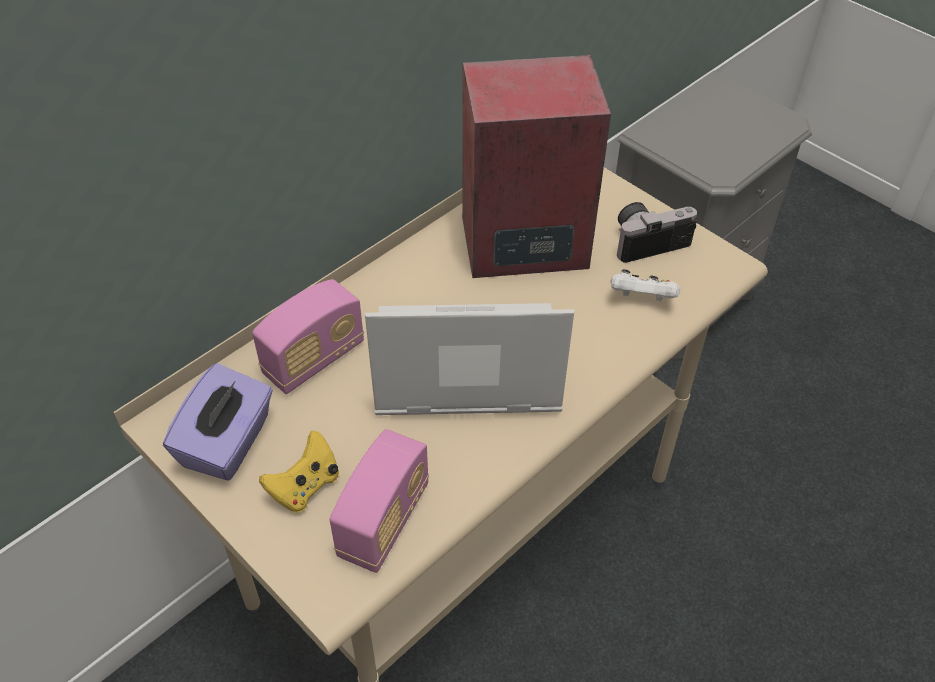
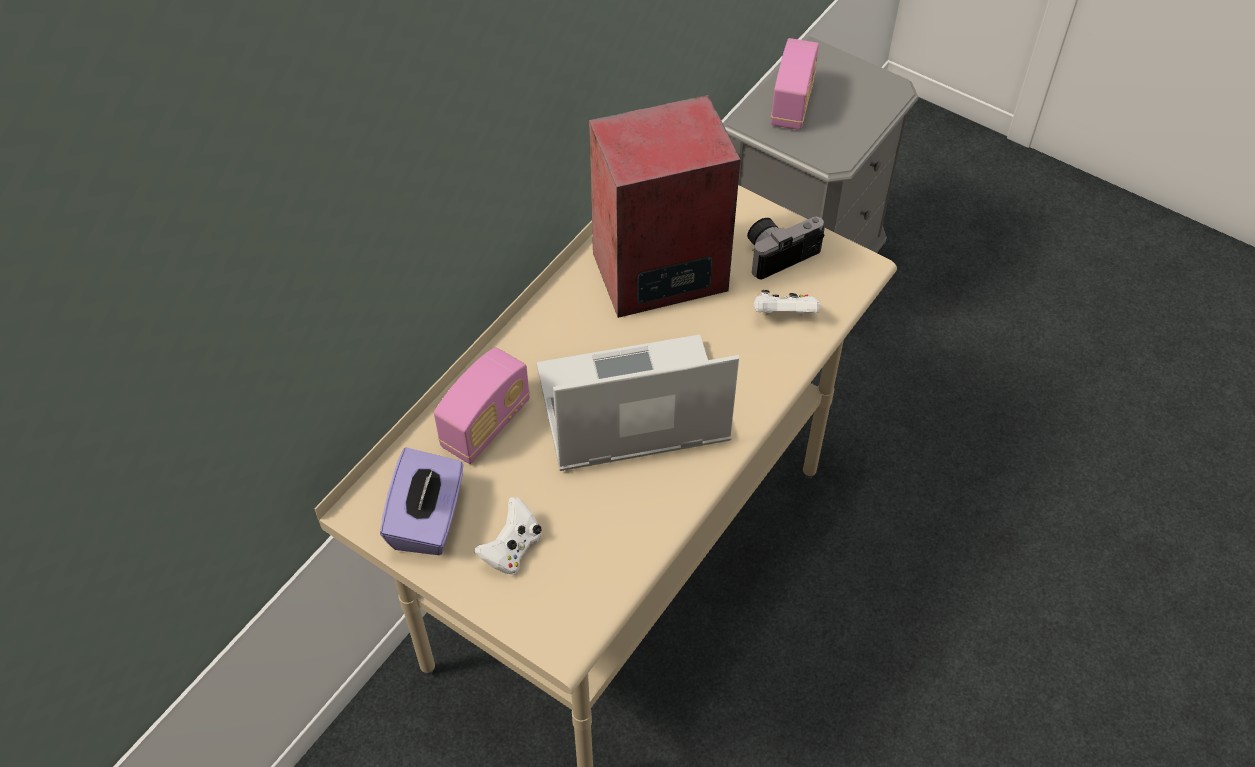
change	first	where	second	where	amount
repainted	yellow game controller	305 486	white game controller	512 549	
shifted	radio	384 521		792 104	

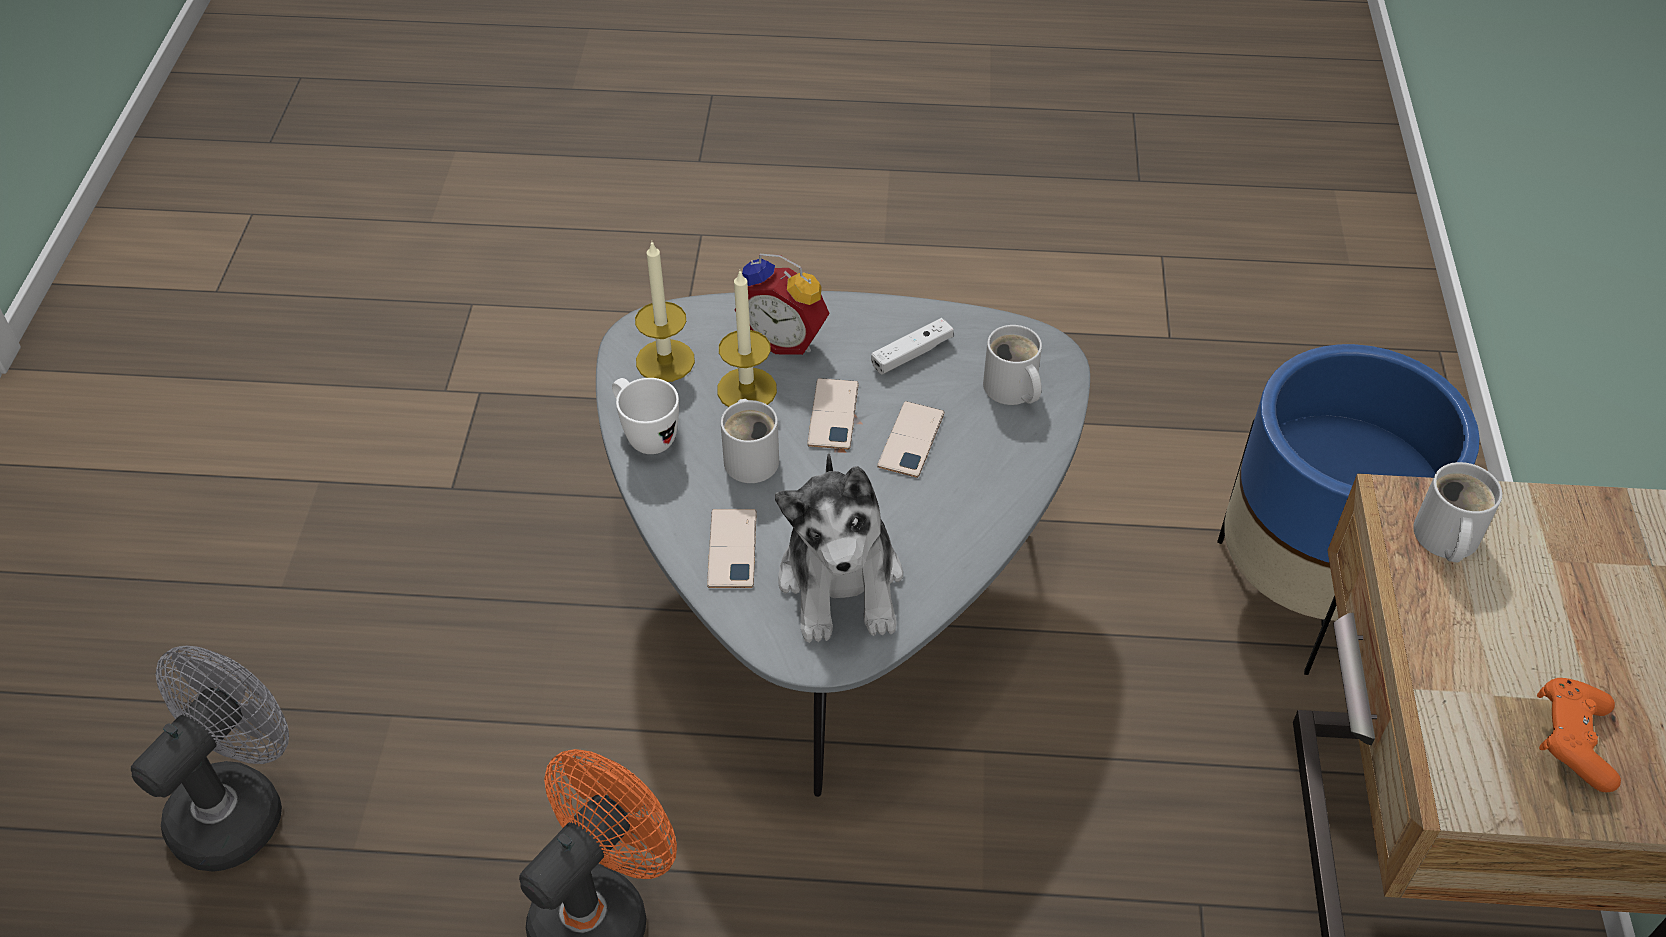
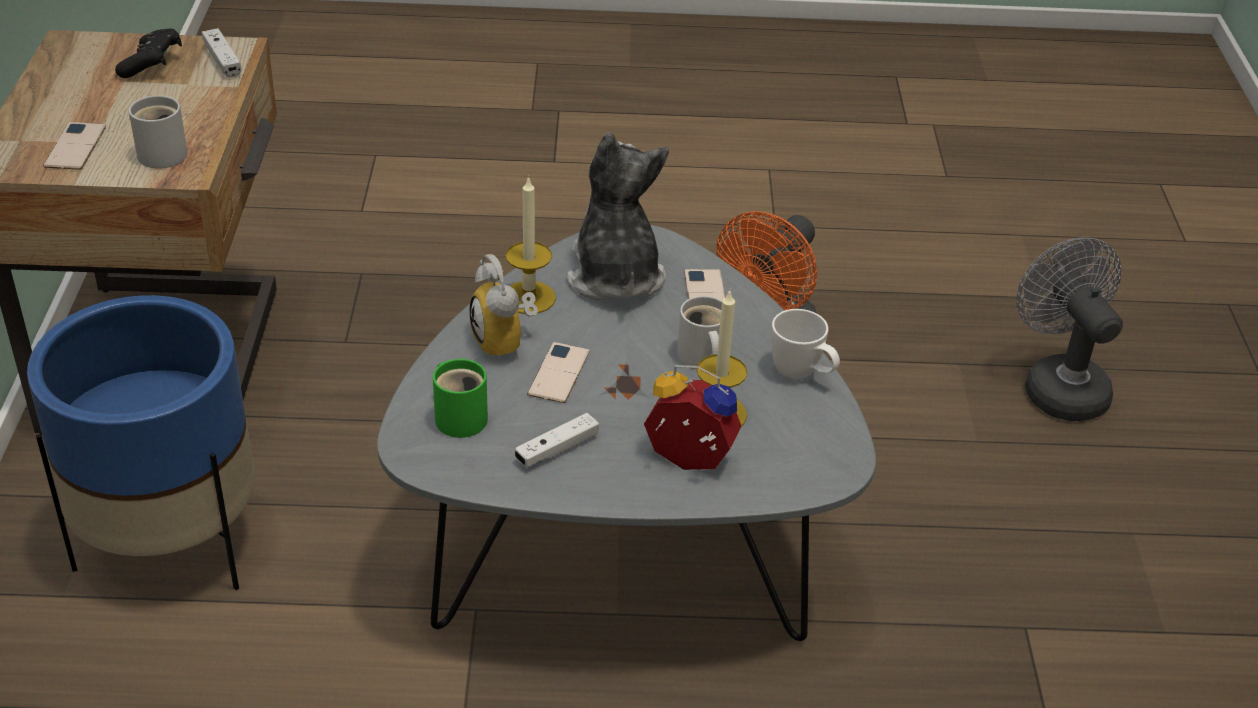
change	first	where	second	where	amount
shifted	phone	833 414		75 147	
repainted	orange game controller	1570 742	black game controller	152 65	
new			white game controller	222 60	
repainted	white mug	1011 390	green mug	460 416	
new			alarm clock	507 343	
shifted	candle	665 361		529 297	
rotated	grey fan	239 805		1058 385	135 degrees clockwise

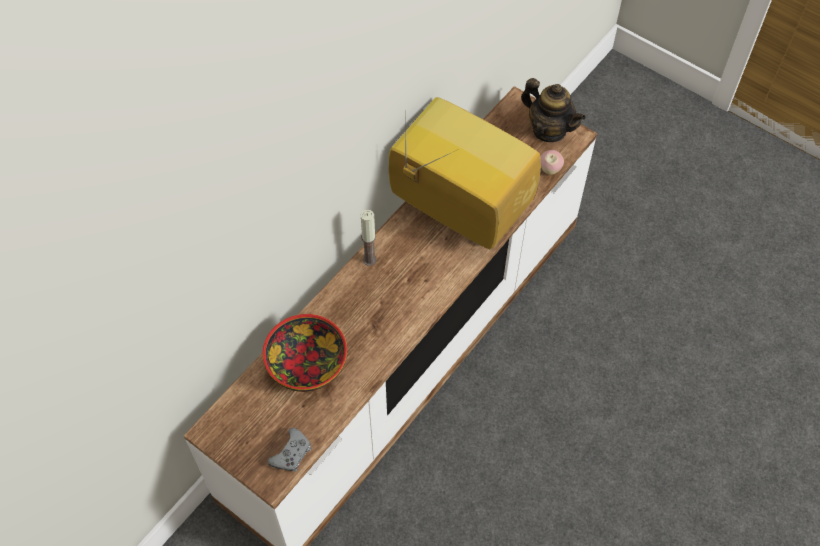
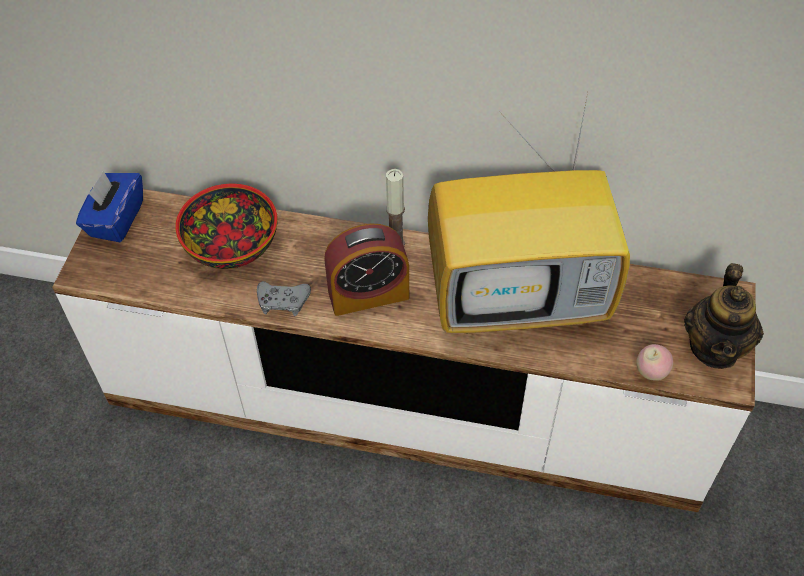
change	first	where	second	where	amount
new			blue tissue box	116 219	
shifted	grey game controller	291 454		283 301	
new			alarm clock	368 294	
rotated	television	457 209		521 297	75 degrees clockwise

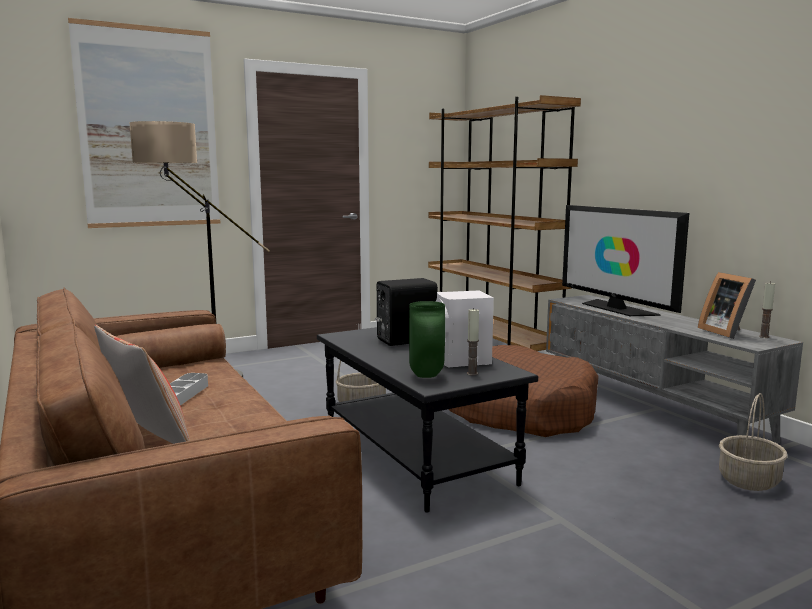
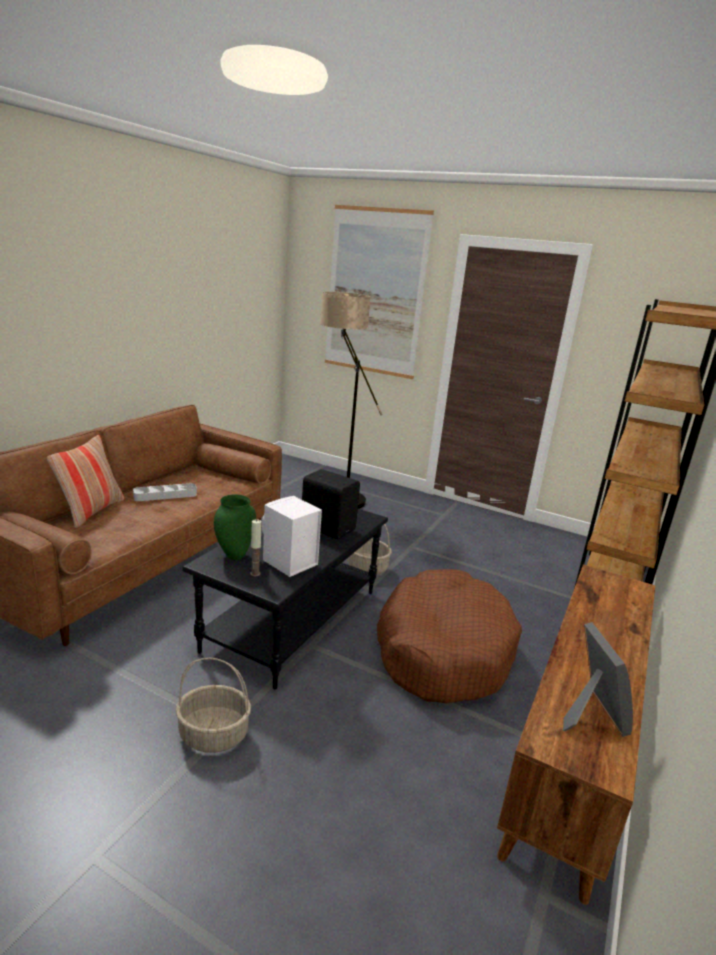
change	first	where	second	where	amount
shifted	basket	749 480		213 735	
repainted	grey tv stand	651 406	brown tv stand	573 749	
rotated	picture frame	726 332		590 714	135 degrees clockwise
gone	television	616 308			
gone	candle	764 337			

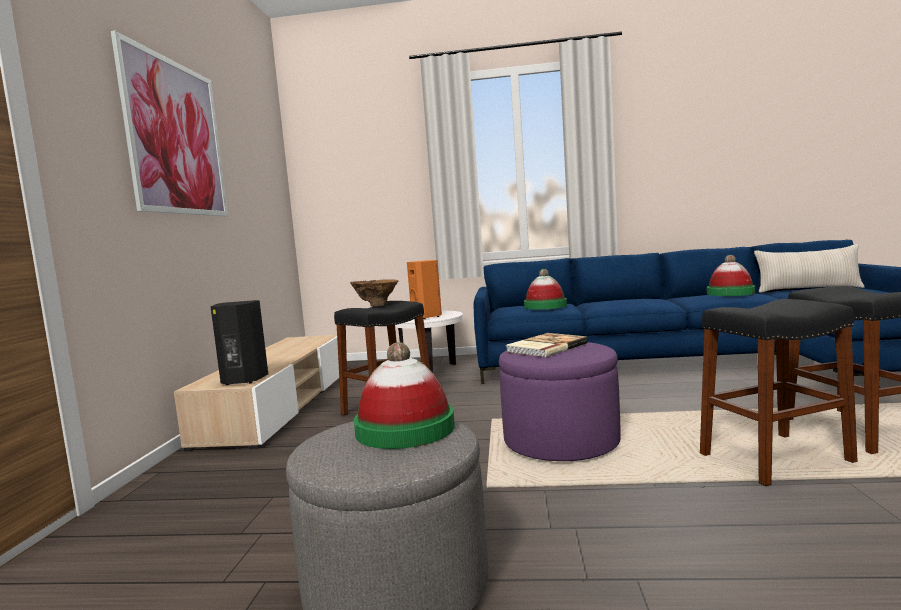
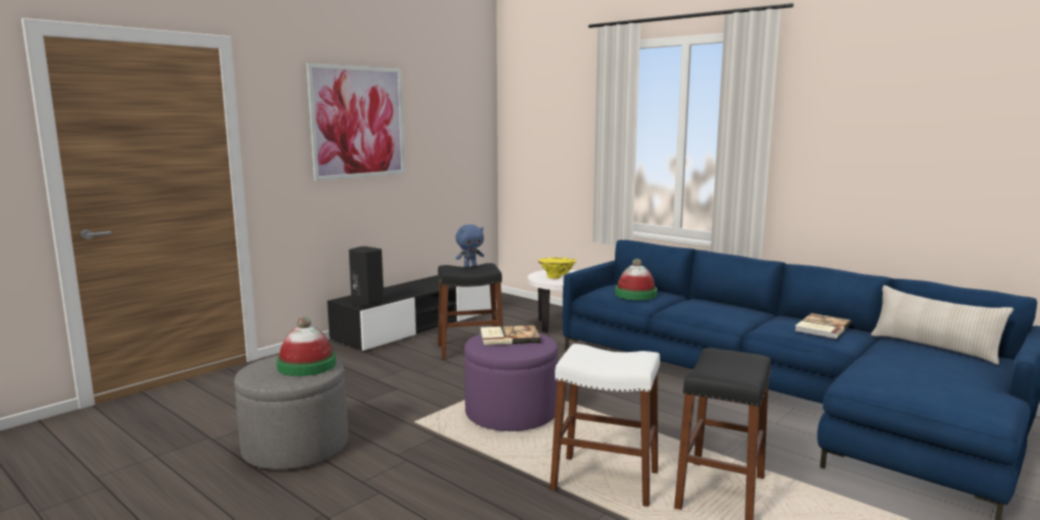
change	first	where	second	where	amount
repainted	beige tv stand	280 405	black tv stand	420 325	
swapped	brown vase	376 305	blue plush toy	470 266	
swapped	orange speaker	427 317	yellow vase	557 278	
repainted	black stool	775 458	white stool	605 480	
swapped	hat	730 293	book	821 328	

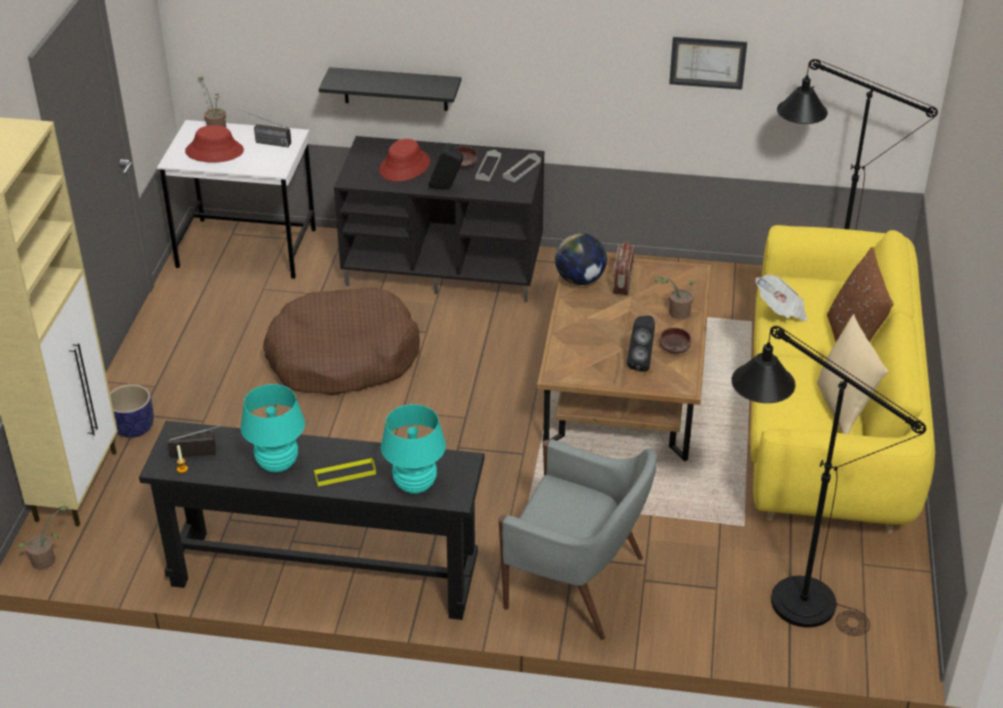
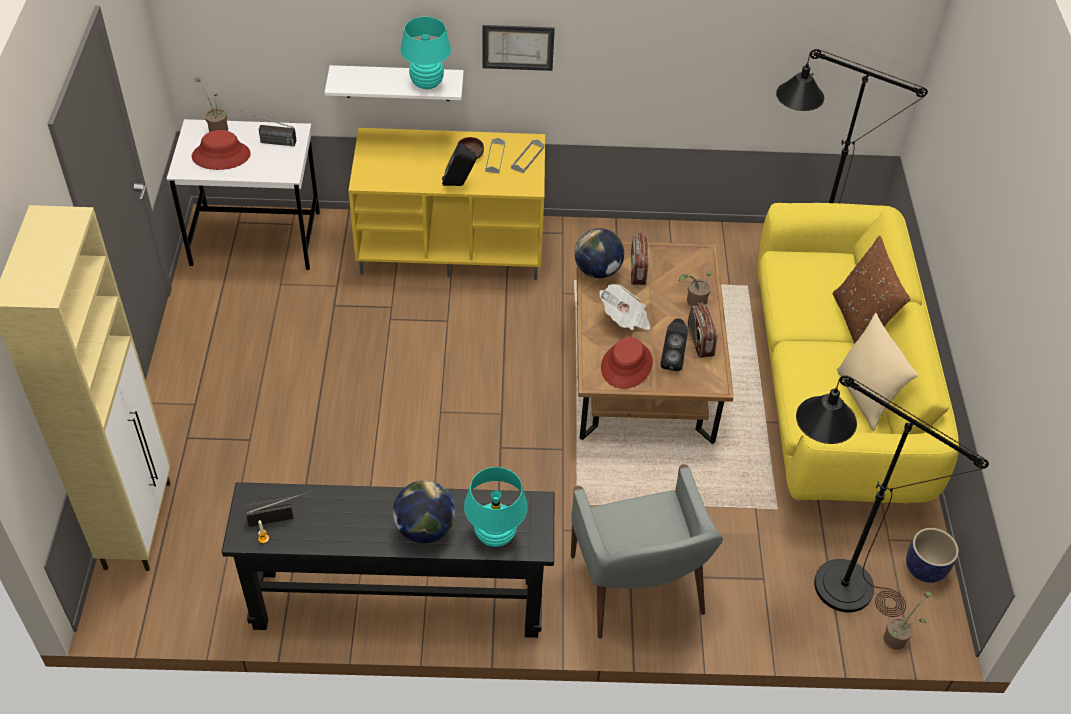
change	first	where	second	where	amount
repainted	black shelf	395 89	white shelf	397 83	
repainted	black tv stand	445 267	yellow tv stand	452 246	
swapped	yellow tray	345 474	globe	425 529	
shifted	turquoise table lamp	277 464		427 84	
shifted	picture	707 62		518 47	
rotated	grey armchair	577 584		637 587	60 degrees clockwise
shifted	newspaper	781 310		624 318	
shifted	red hat	405 166		627 365	
swapped	brown bowl	675 348	radio	699 341	
shifted	potted plant	47 560		897 638	
shifted	planter	134 428		925 569	
gone	brown dog bed	342 358			

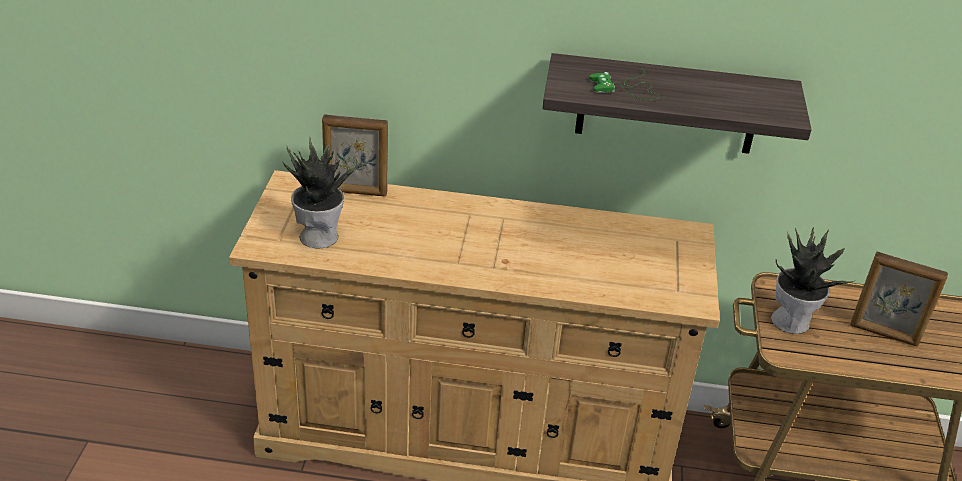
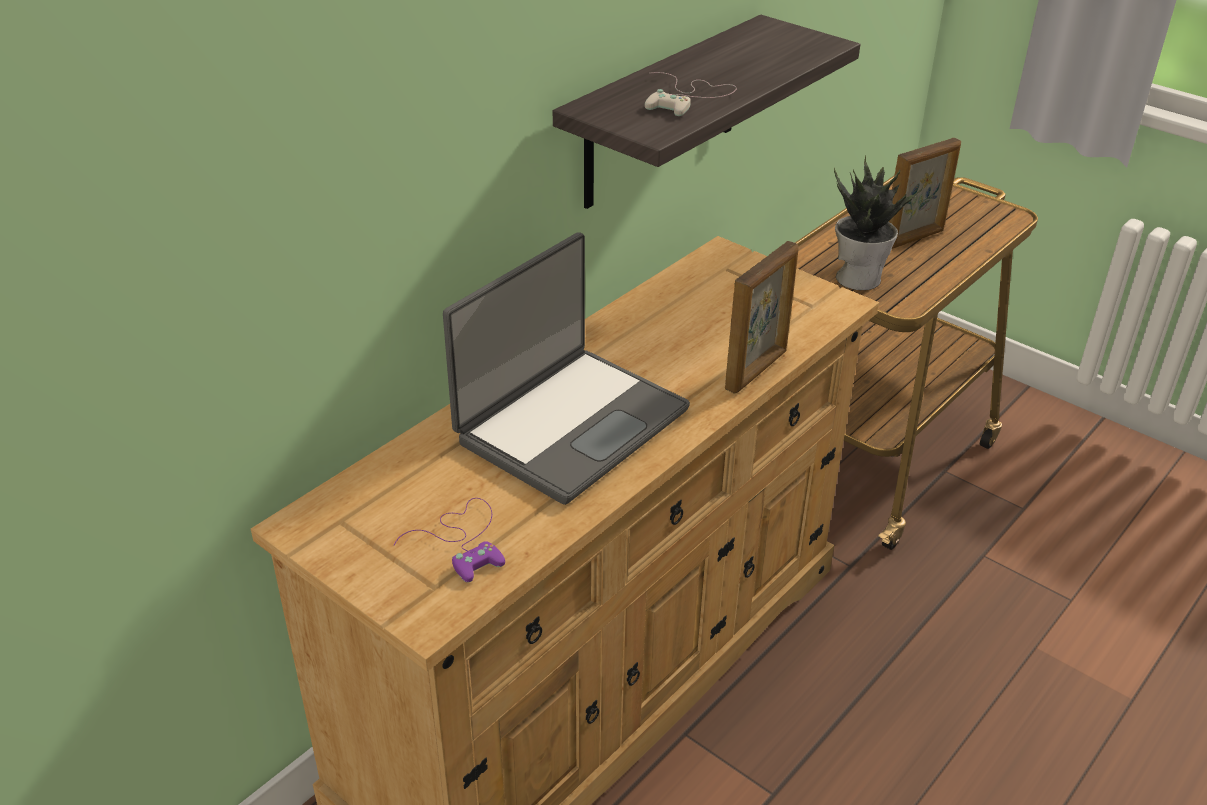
change	first	where	second	where	amount
swapped	potted plant	320 235	purple game controller	464 540	
new			laptop	570 424	
repainted	green game controller	626 88	white game controller	688 97	
shifted	picture frame	355 192		757 370	

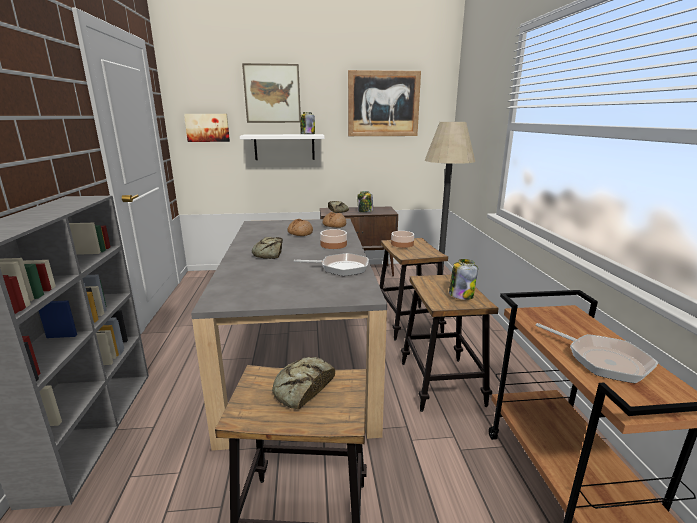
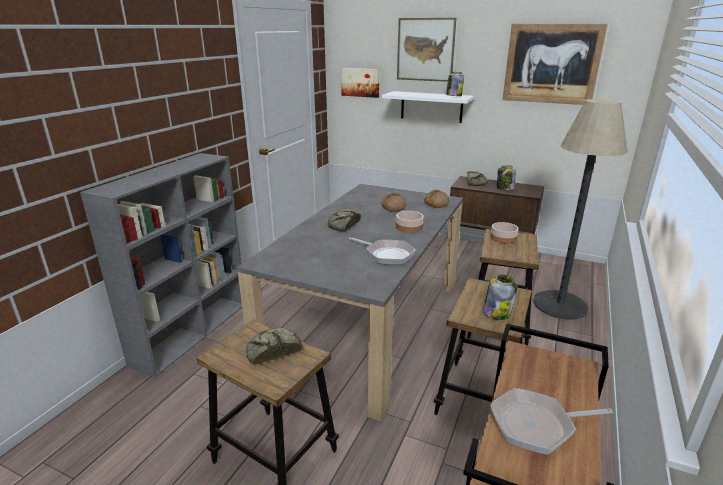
change	first	where	second	where	amount
rotated	frying pan	602 360		537 425	90 degrees clockwise

